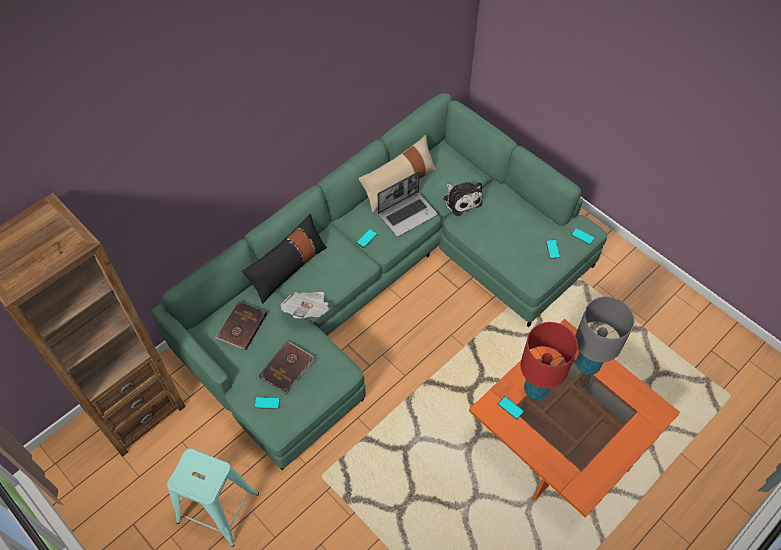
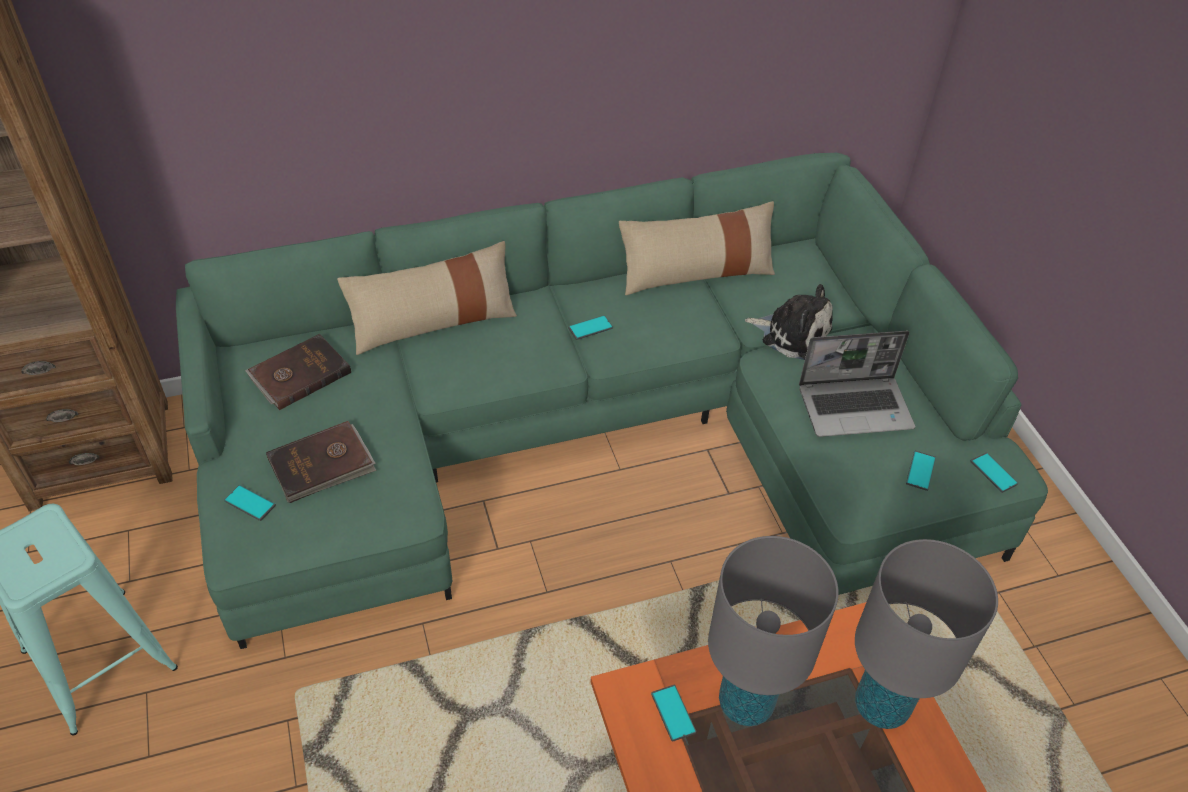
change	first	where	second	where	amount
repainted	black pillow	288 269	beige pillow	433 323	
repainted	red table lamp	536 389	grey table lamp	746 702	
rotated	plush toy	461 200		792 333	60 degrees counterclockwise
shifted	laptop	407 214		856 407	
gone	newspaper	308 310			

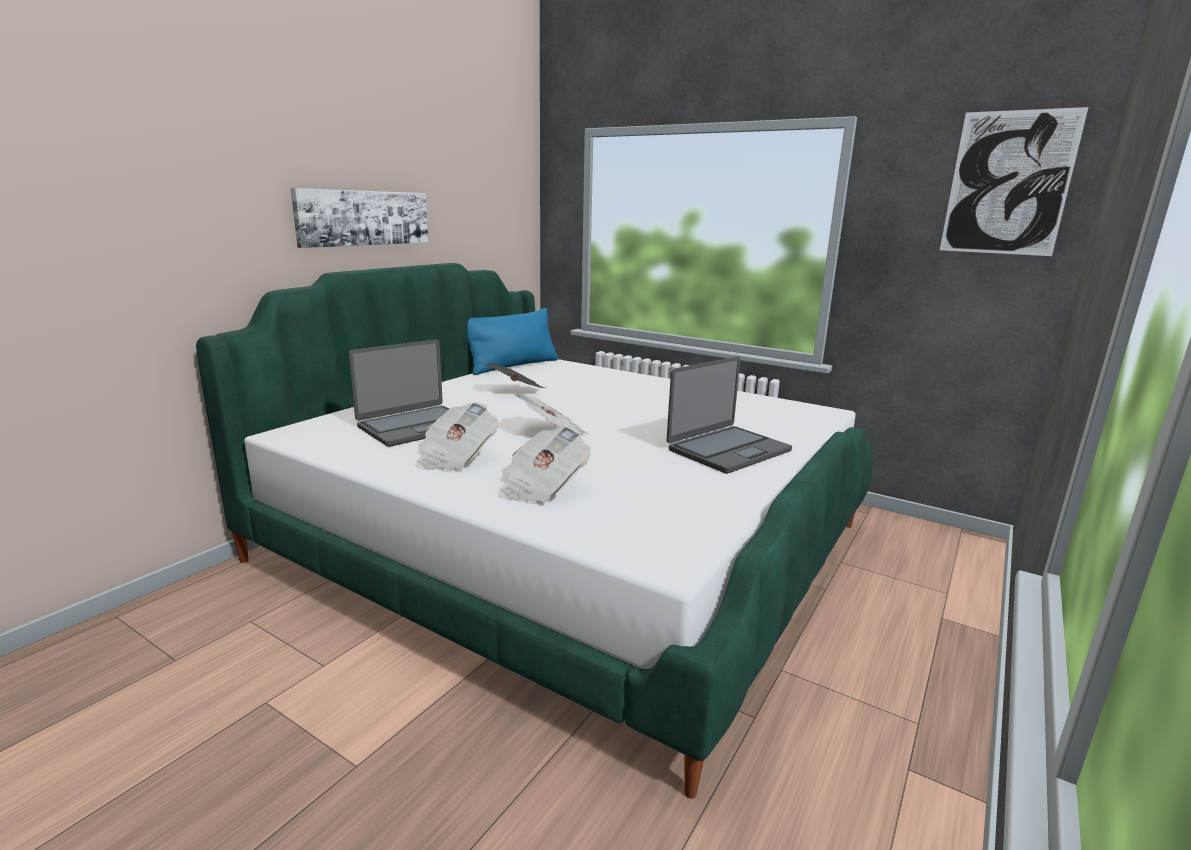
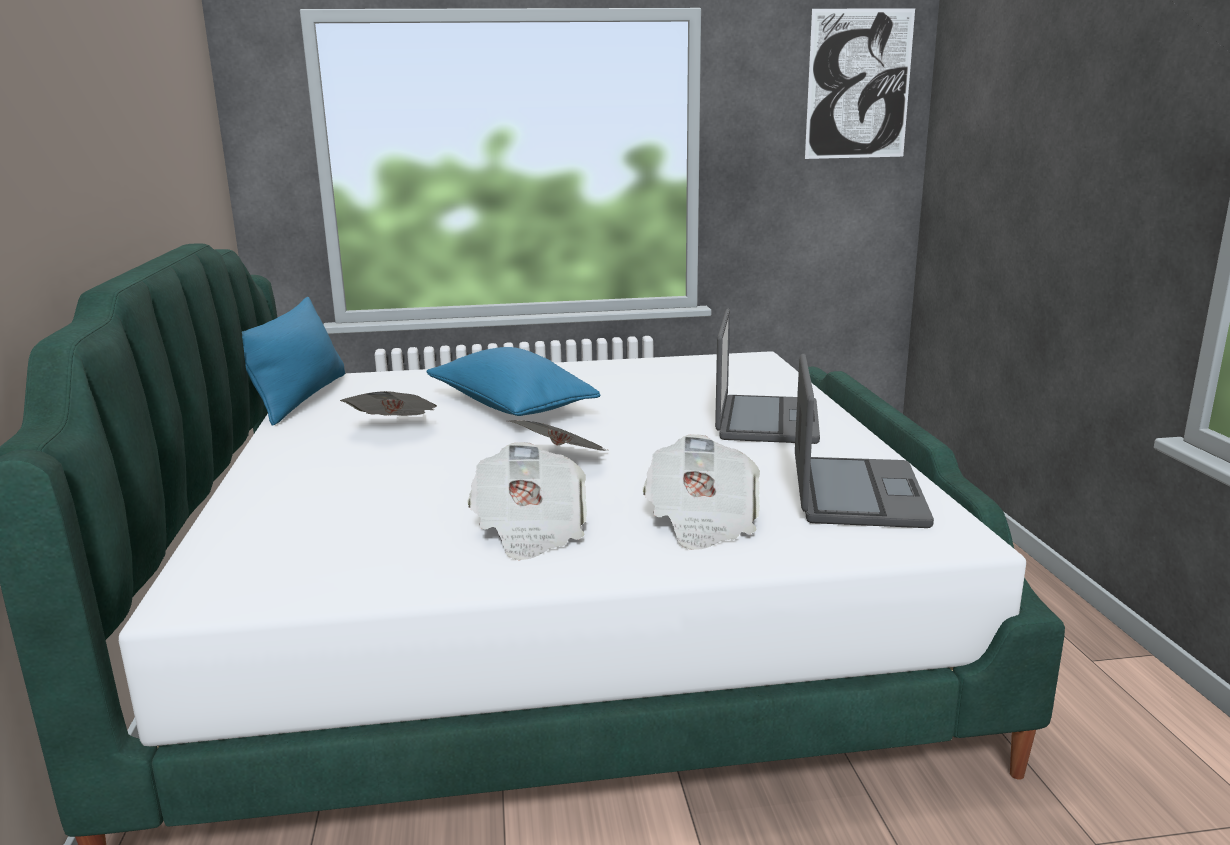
change	first	where	second	where	amount
new			blue pillow	511 408	
shifted	laptop	416 427		855 494	
gone	picture	364 218			

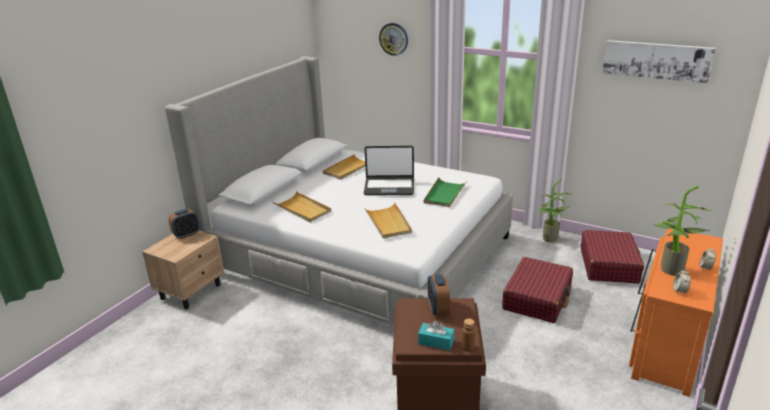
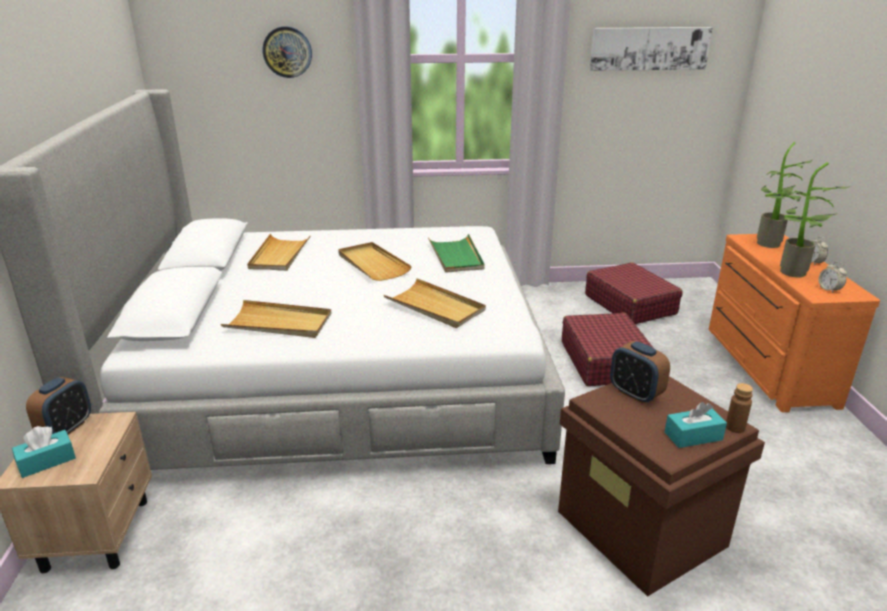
change	first	where	second	where	amount
new			turquoise tissue box	47 461	
swapped	laptop	389 187	beige tray	372 264	
shifted	potted plant	549 240		770 245	

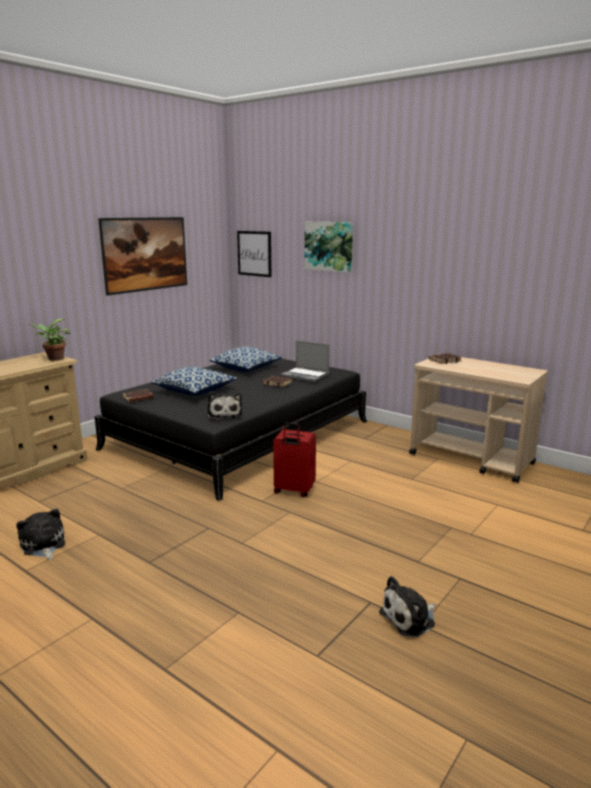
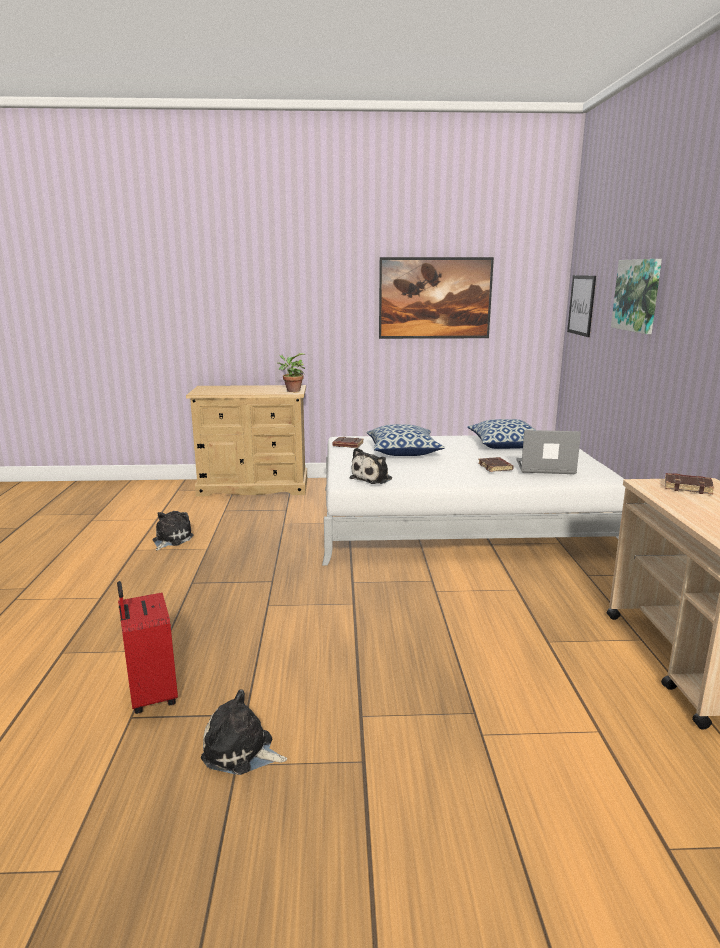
change	first	where	second	where	amount
shifted	red suitcase	293 491		151 696	
repainted	black bed	239 435	white bed	457 519	
rotated	laptop	306 375		544 468	105 degrees clockwise

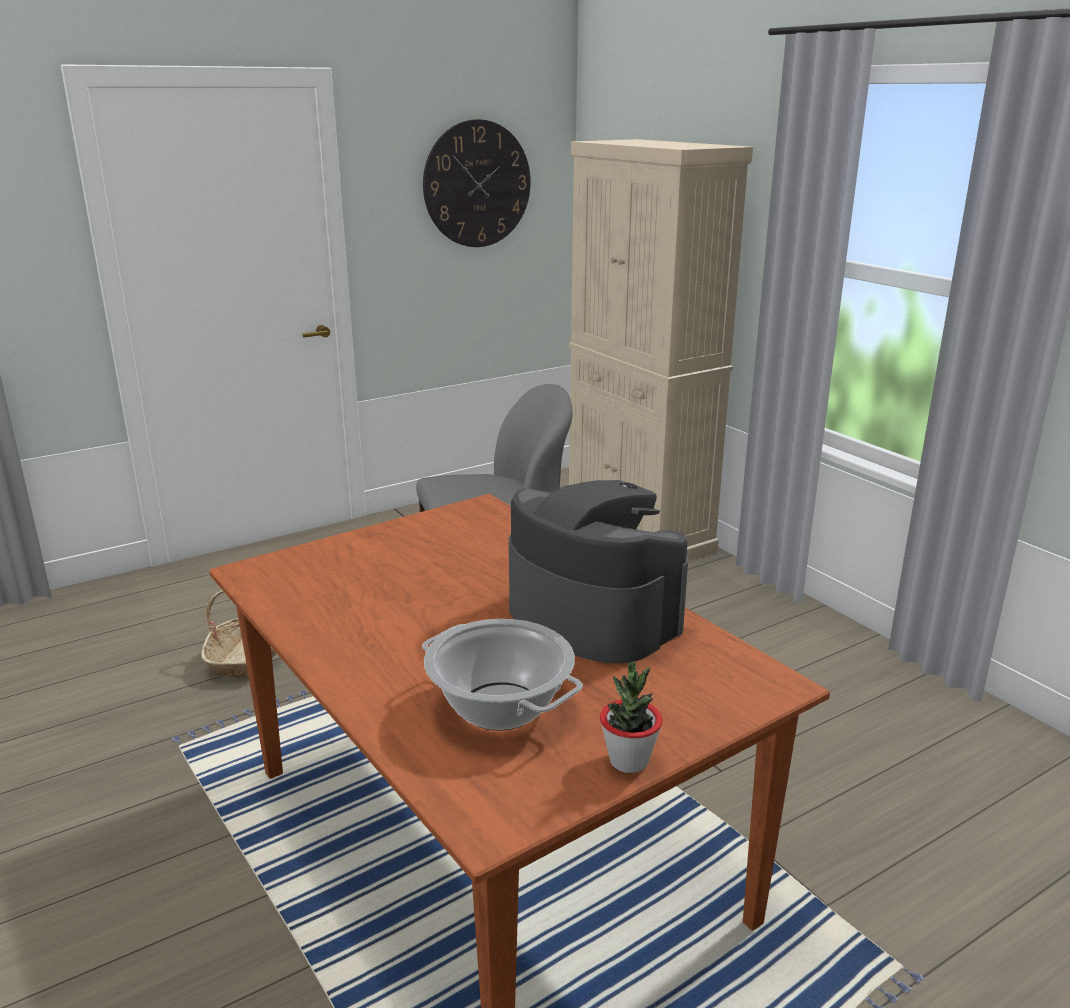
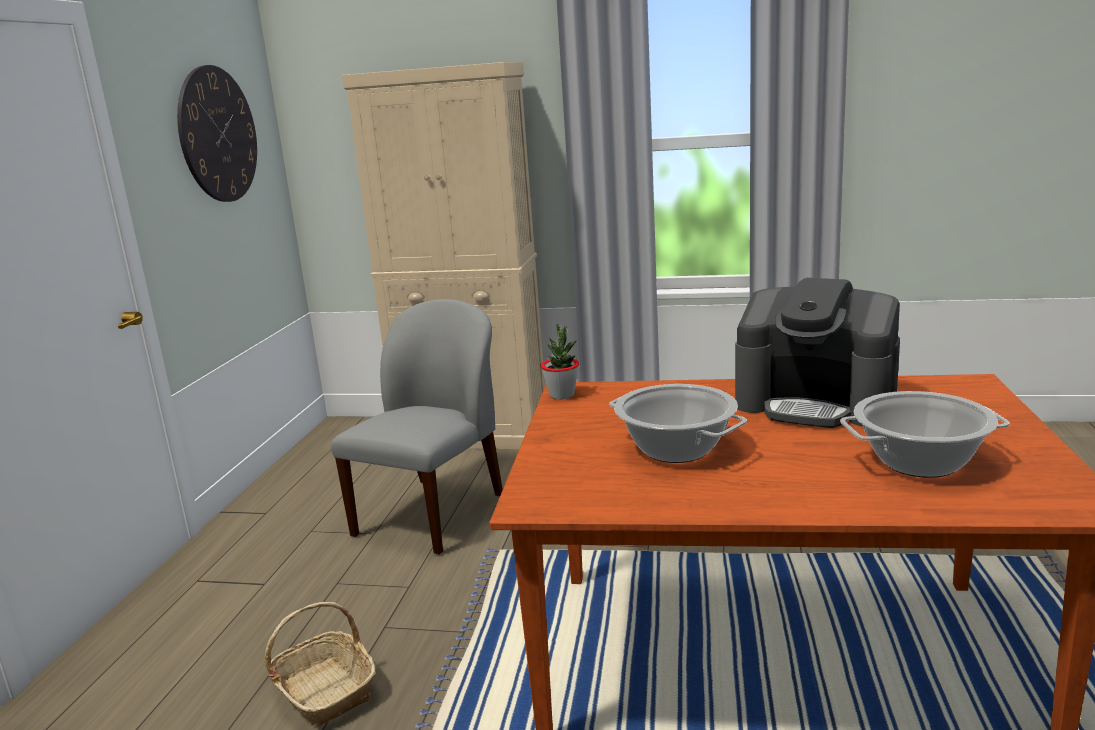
change	first	where	second	where	amount
shifted	potted plant	629 761		562 395	
new			cooking pot	677 449	
rotated	coffee machine	591 616		816 403	150 degrees counterclockwise

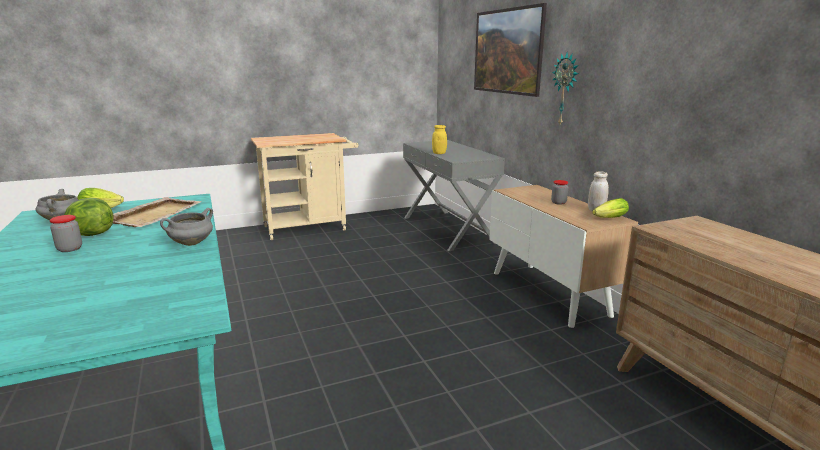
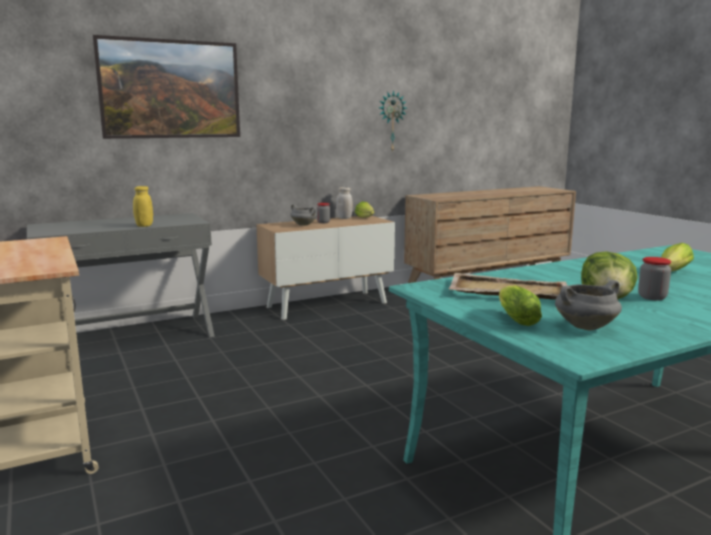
change	first	where	second	where	amount
shifted	grey cooking pot	191 243		304 225	
shifted	wall clock	565 89		391 121	
new			lettuce	671 272	

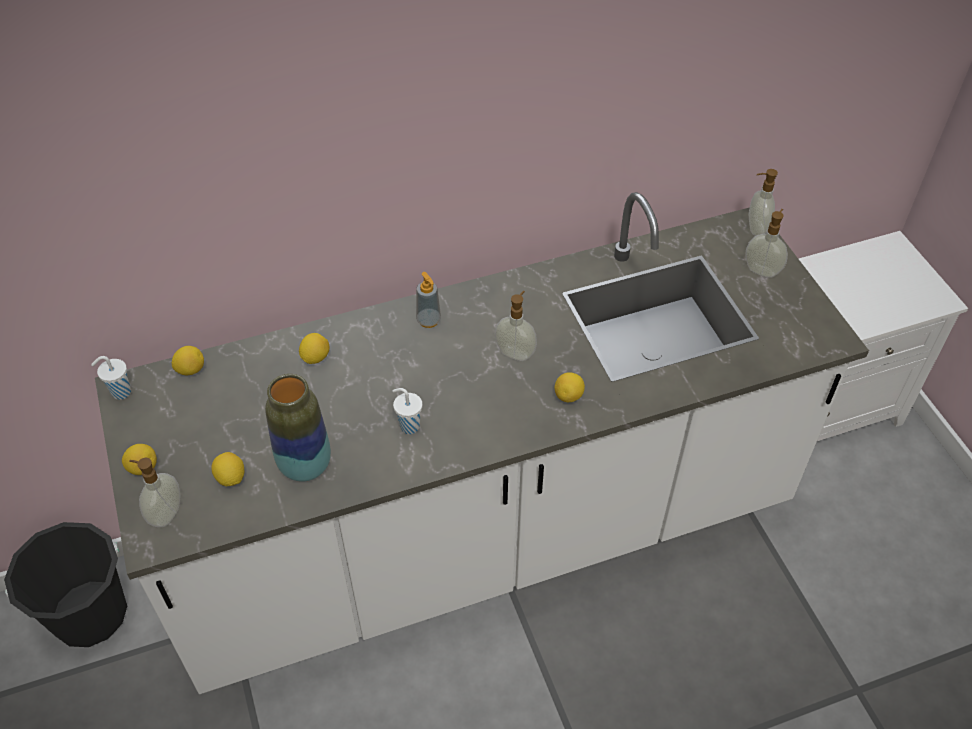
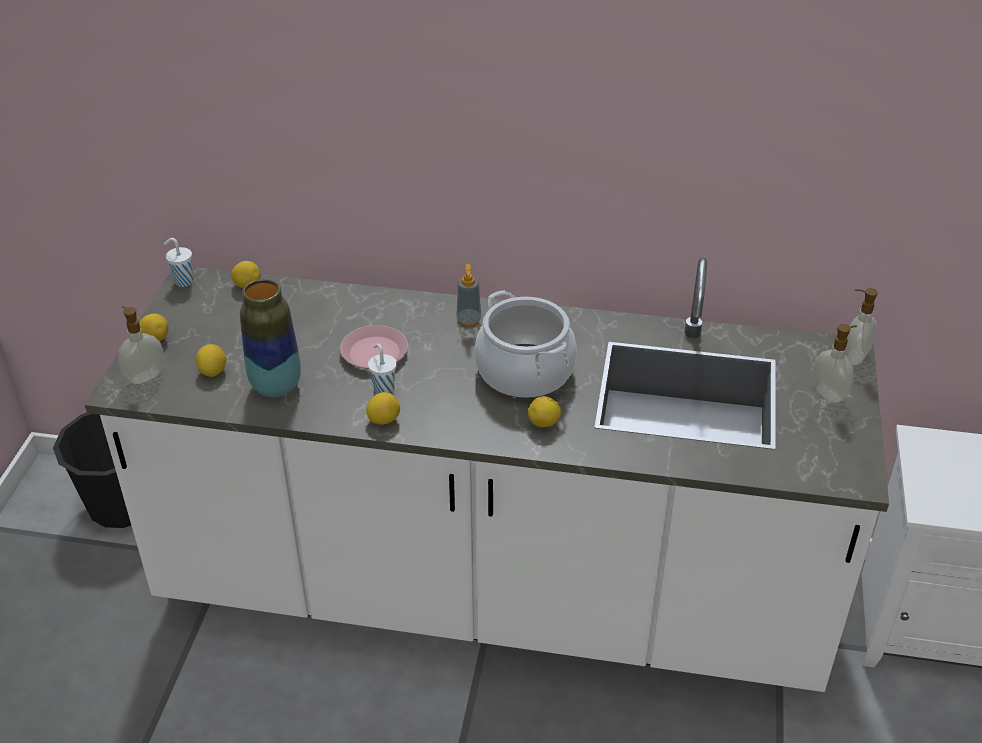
change	first	where	second	where	amount
new			pink plate	374 353	
shifted	lemon	315 357		384 420	
swapped	soap dispenser	515 352	cooking pot	524 372	

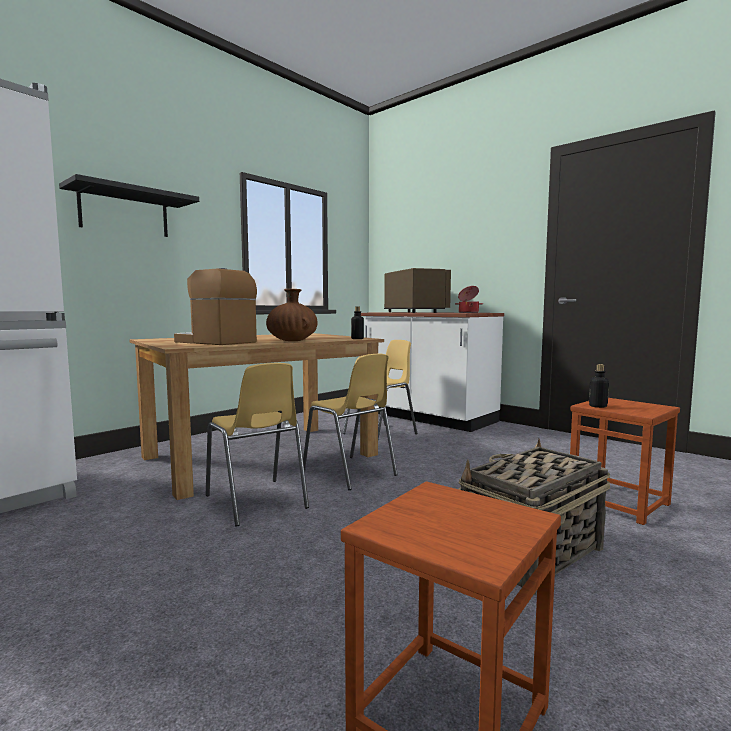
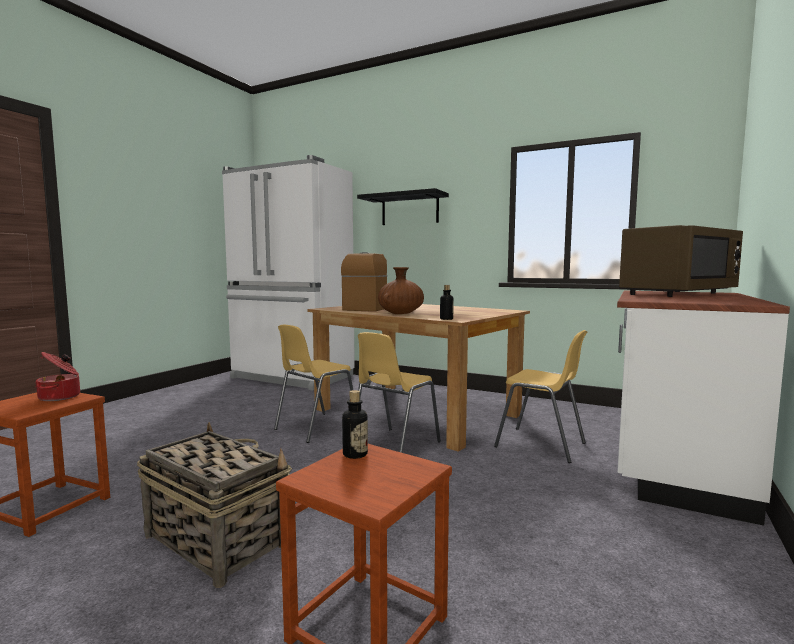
change	first	where	second	where	amount
shifted	cooking pot	468 312		61 397	

